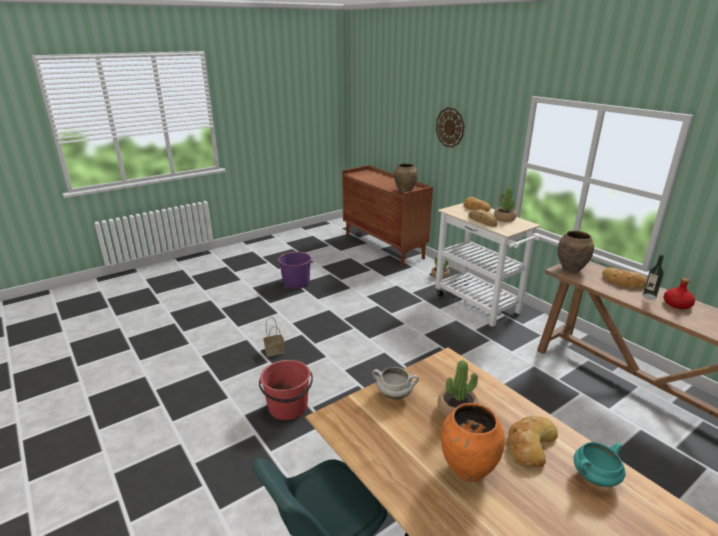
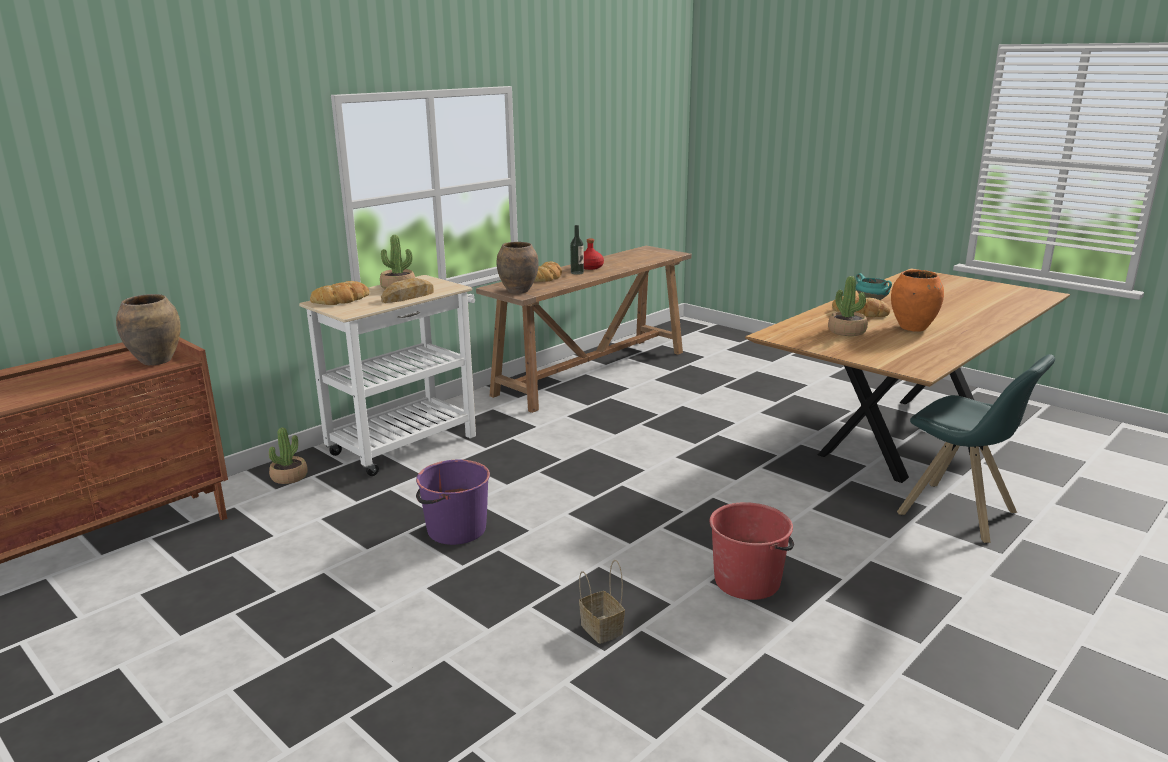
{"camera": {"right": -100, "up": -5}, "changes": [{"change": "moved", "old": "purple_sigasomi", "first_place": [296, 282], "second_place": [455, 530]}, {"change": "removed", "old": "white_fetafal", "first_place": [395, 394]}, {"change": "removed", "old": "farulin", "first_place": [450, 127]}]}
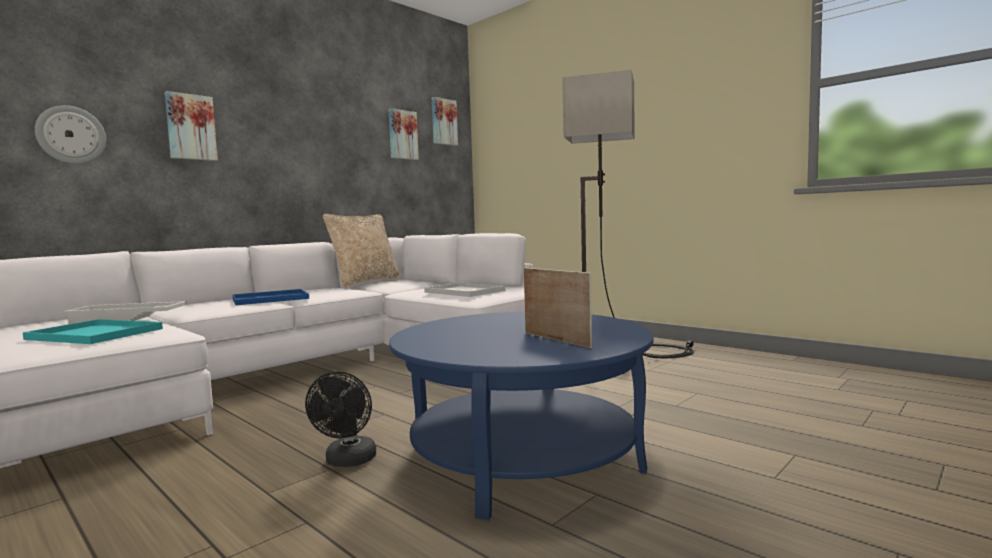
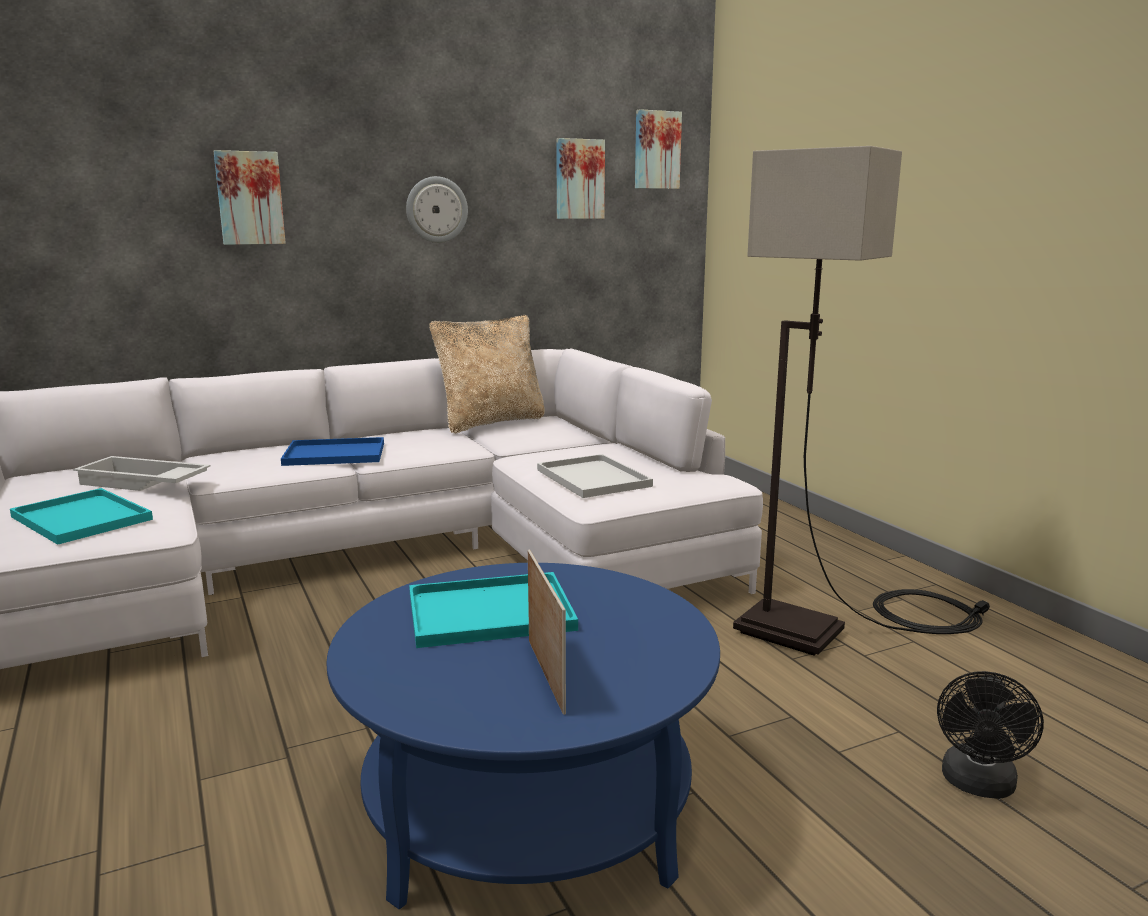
{"camera": {"right": 20, "up": 10}, "changes": [{"change": "moved", "old": "farulin", "first_place": [71, 135], "second_place": [436, 209]}, {"change": "added", "new": "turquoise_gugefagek", "second_place": [493, 611]}, {"change": "moved", "old": "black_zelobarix", "first_place": [348, 461], "second_place": [978, 785]}]}
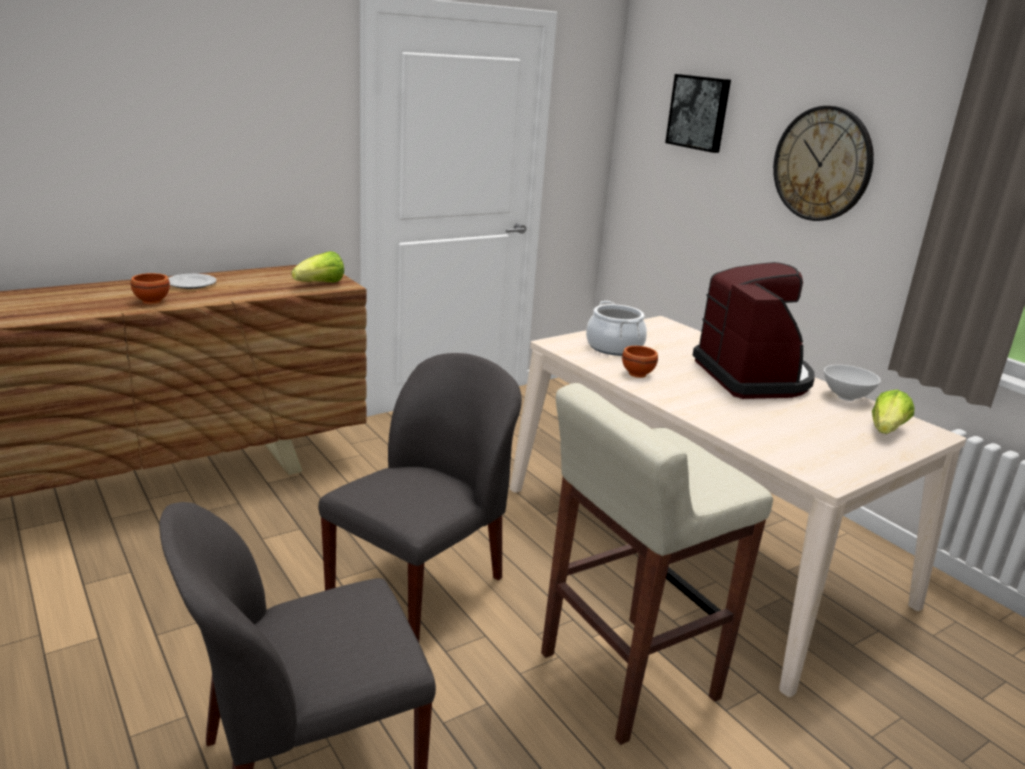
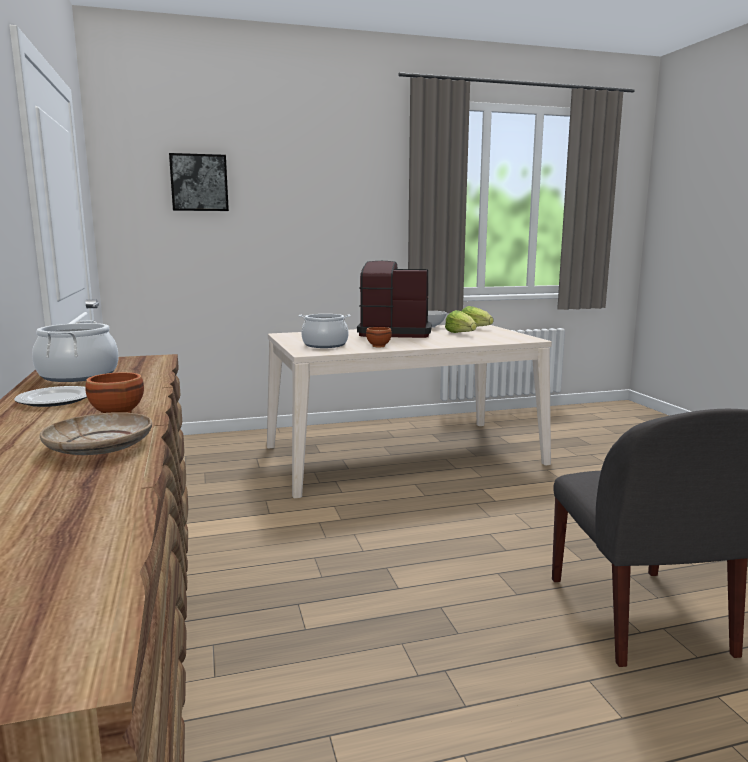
{"camera": {"right": -70, "up": -10}, "changes": [{"change": "added", "new": "fetafal", "second_place": [78, 375]}, {"change": "added", "new": "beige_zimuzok", "second_place": [99, 446]}, {"change": "moved", "old": "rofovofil", "first_place": [321, 284], "second_place": [460, 334]}, {"change": "removed", "old": "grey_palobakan", "first_place": [420, 587]}, {"change": "removed", "old": "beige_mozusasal", "first_place": [625, 677]}, {"change": "removed", "old": "farulin", "first_place": [822, 164]}]}
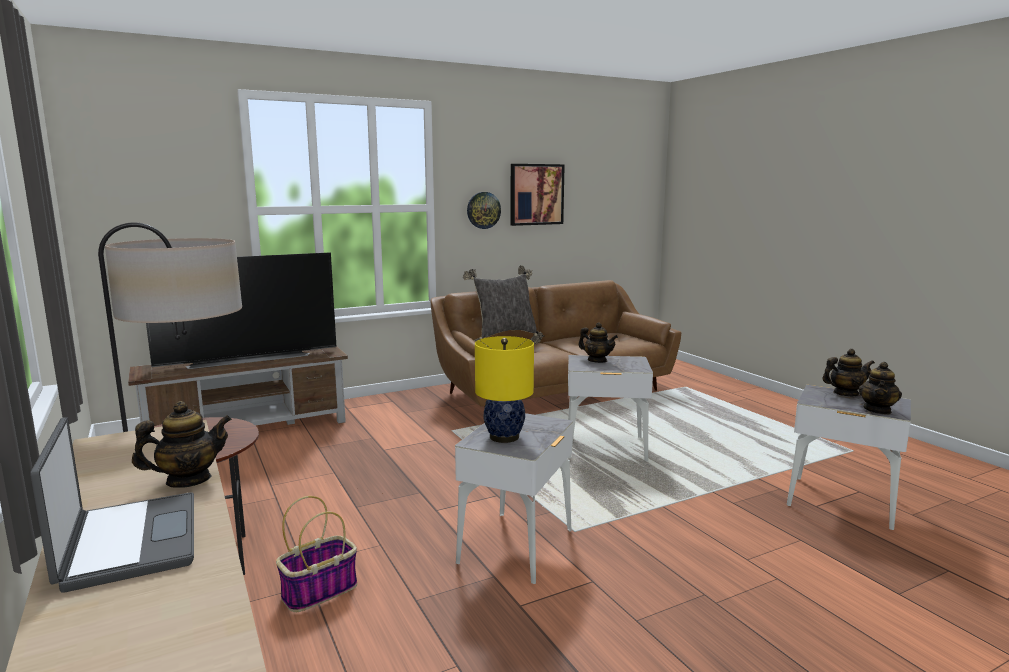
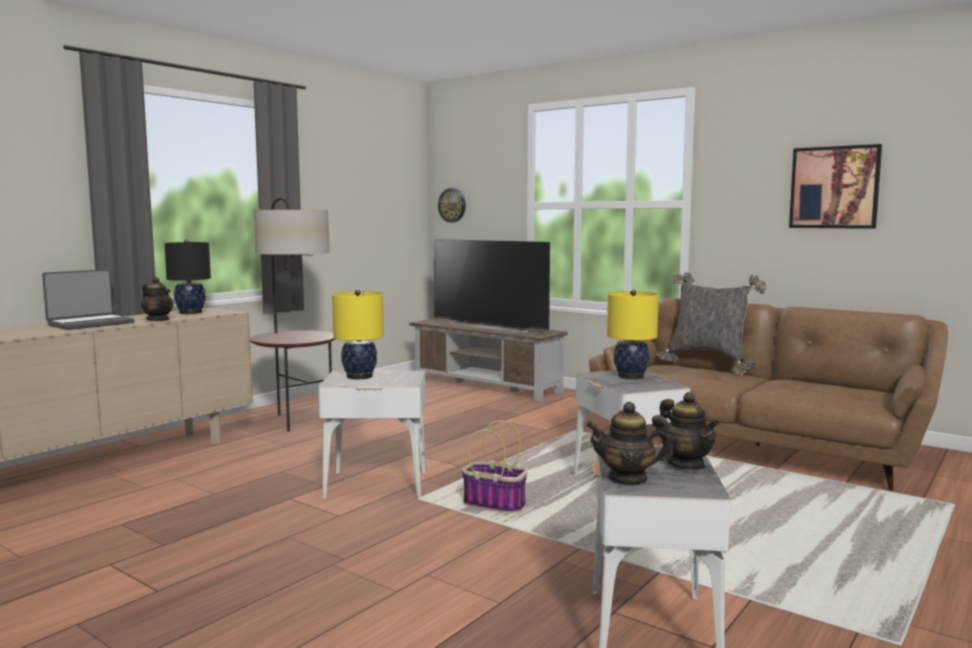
{"camera": {"right": 65, "up": -5}, "changes": [{"change": "added", "new": "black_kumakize", "second_place": [190, 312]}, {"change": "moved", "old": "farulin", "first_place": [483, 210], "second_place": [452, 205]}, {"change": "moved", "old": "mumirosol", "first_place": [320, 591], "second_place": [496, 504]}, {"change": "replaced", "old": "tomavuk", "new": "yellow_kumakize", "first_place": [597, 361], "second_place": [631, 376]}]}
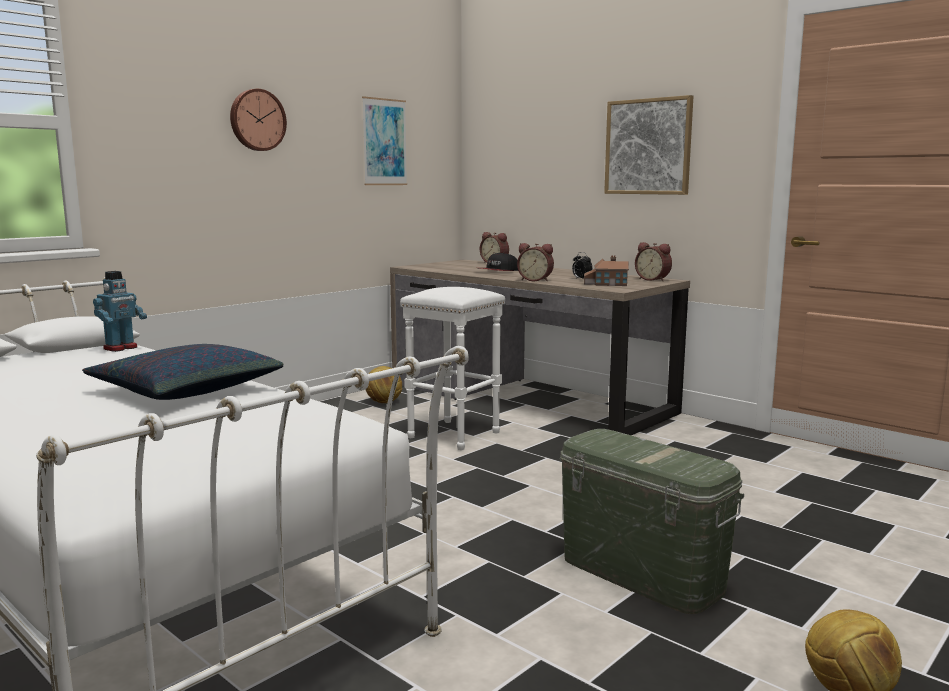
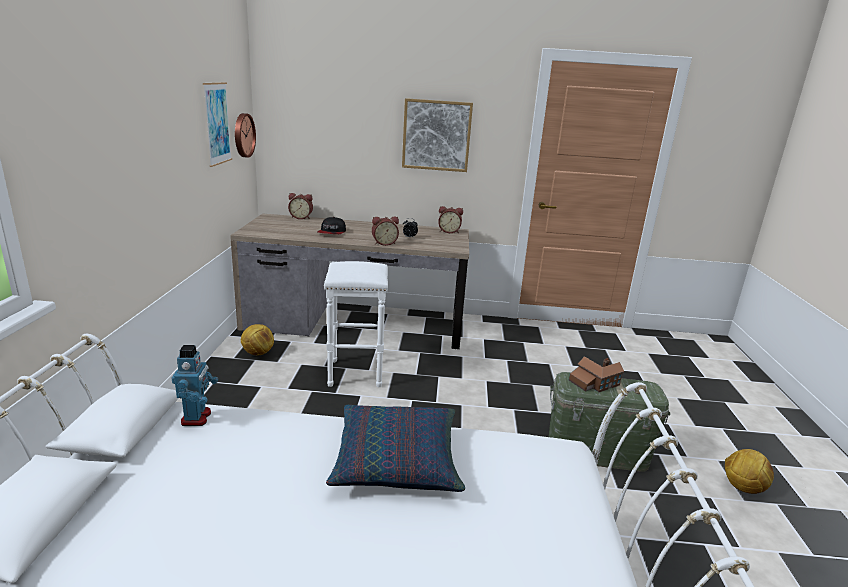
{"camera": {"right": -40, "up": 10}, "changes": [{"change": "moved", "old": "farulin", "first_place": [257, 120], "second_place": [243, 135]}, {"change": "moved", "old": "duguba", "first_place": [604, 283], "second_place": [594, 383]}]}
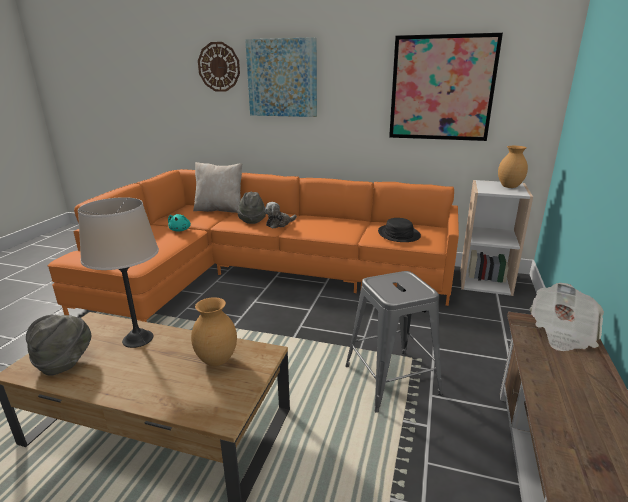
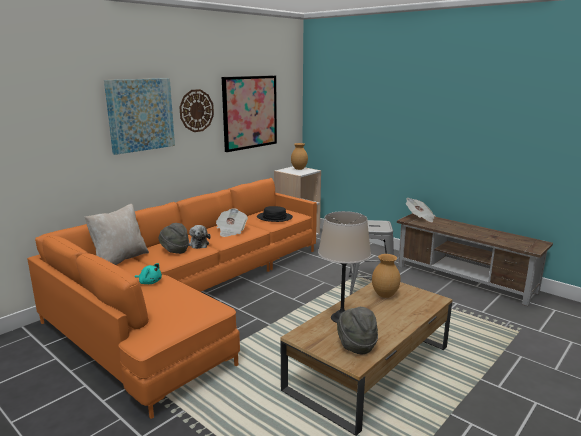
{"camera": {"right": -65, "up": -5}, "changes": [{"change": "moved", "old": "farulin", "first_place": [219, 67], "second_place": [196, 110]}, {"change": "added", "new": "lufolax", "second_place": [231, 231]}]}
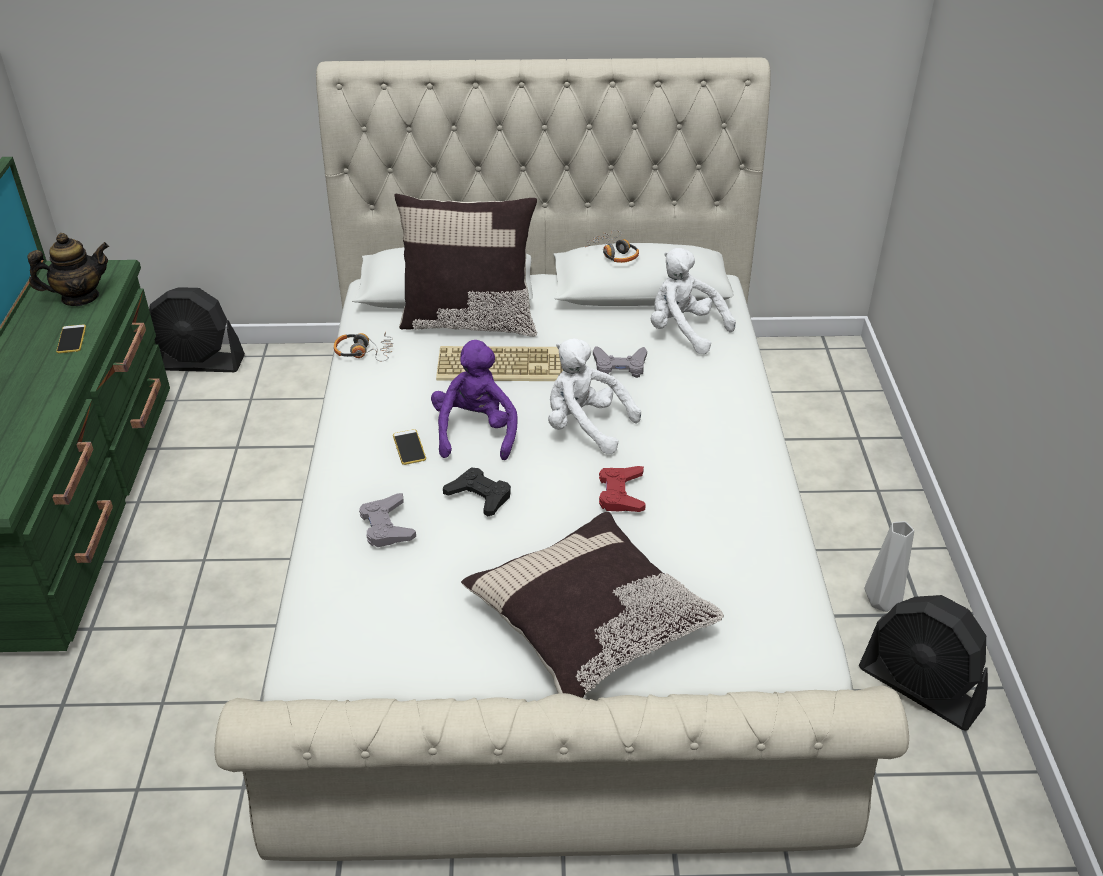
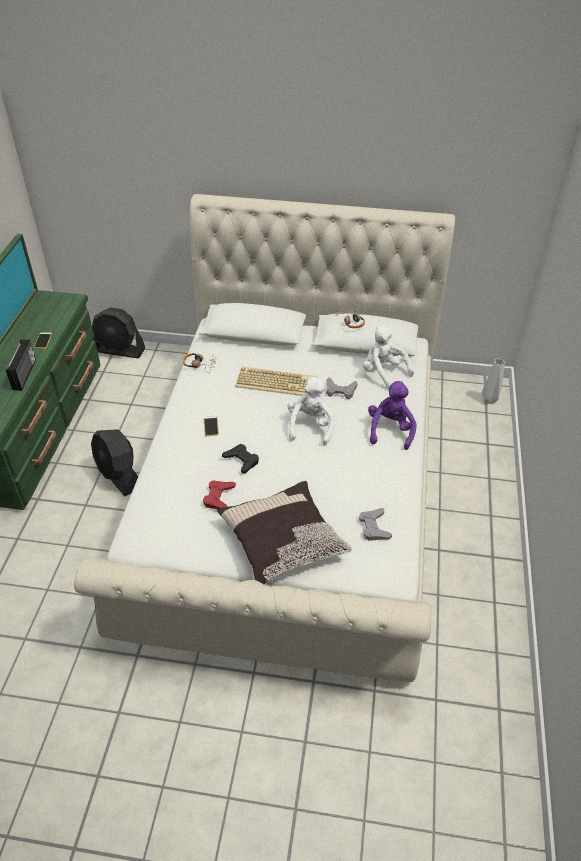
{"camera": {"right": 10, "up": 5}, "changes": [{"change": "added", "new": "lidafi", "second_place": [25, 374]}, {"change": "moved", "old": "black_zelobarix", "first_place": [920, 688], "second_place": [119, 475]}, {"change": "moved", "old": "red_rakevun", "first_place": [621, 494], "second_place": [219, 497]}, {"change": "turned", "old": "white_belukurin", "first_place": [585, 426], "second_place": [310, 426], "degrees": 60}, {"change": "moved", "old": "grey_rakevun", "first_place": [387, 526], "second_place": [374, 527]}, {"change": "moved", "old": "purple_belukurin", "first_place": [475, 432], "second_place": [390, 430]}, {"change": "moved", "old": "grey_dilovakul", "first_place": [881, 601], "second_place": [489, 399]}, {"change": "removed", "old": "tomavuk", "first_place": [80, 297]}, {"change": "removed", "old": "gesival", "first_place": [470, 322]}]}
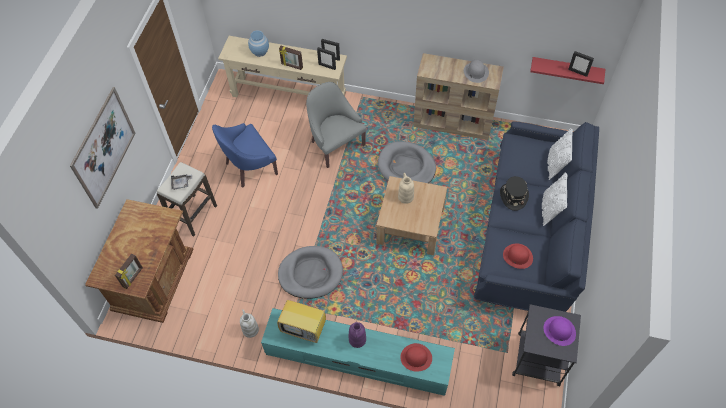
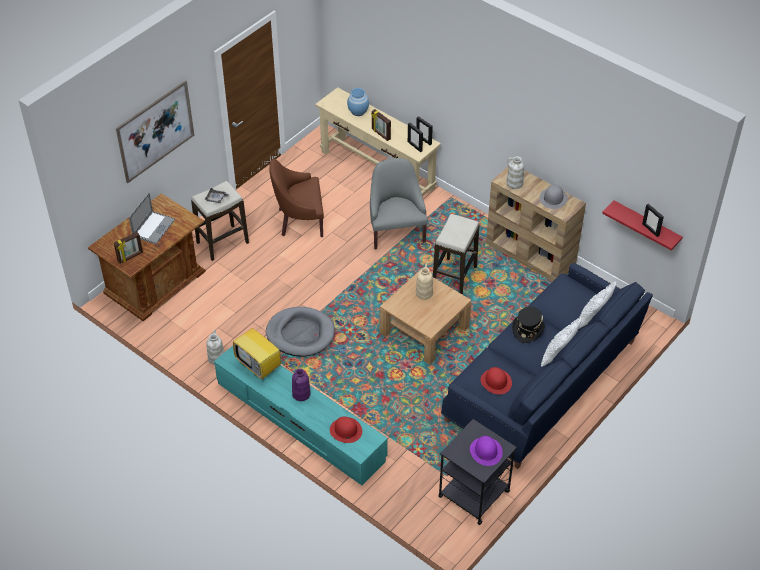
{"camera": {"right": 25, "up": -10}, "changes": [{"change": "added", "new": "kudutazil", "second_place": [154, 228]}, {"change": "recoloured", "old": "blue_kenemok", "new": "brown_kenemok", "first_place": [249, 167], "second_place": [299, 220]}, {"change": "replaced", "old": "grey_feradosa", "new": "mozusasal", "first_place": [406, 167], "second_place": [454, 277]}, {"change": "added", "new": "white_dilovakul", "second_place": [514, 183]}]}
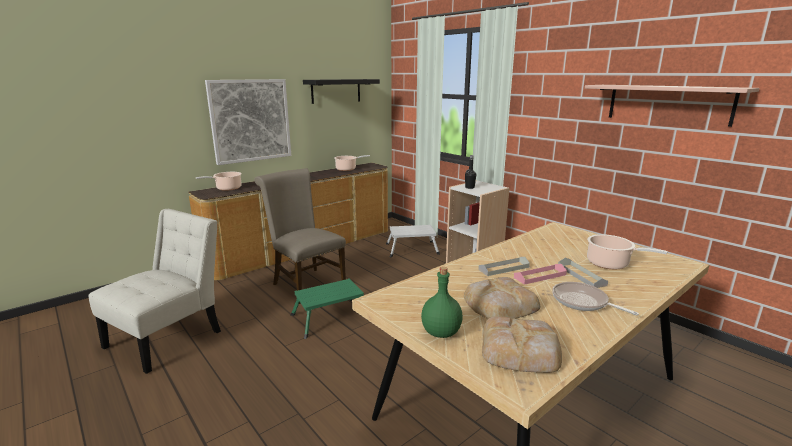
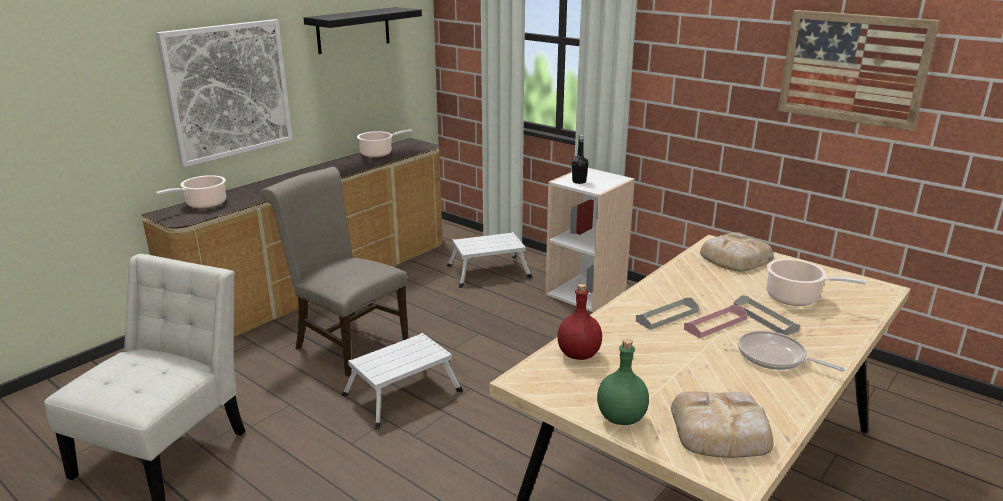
{"camera": {"right": -10, "up": 5}, "changes": [{"change": "recoloured", "old": "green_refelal", "new": "white_refelal", "first_place": [330, 317], "second_place": [403, 392]}, {"change": "added", "new": "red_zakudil", "second_place": [578, 354]}, {"change": "moved", "old": "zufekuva", "first_place": [498, 304], "second_place": [734, 258]}, {"change": "replaced", "old": "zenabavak", "new": "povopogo", "first_place": [668, 104], "second_place": [853, 68]}]}
